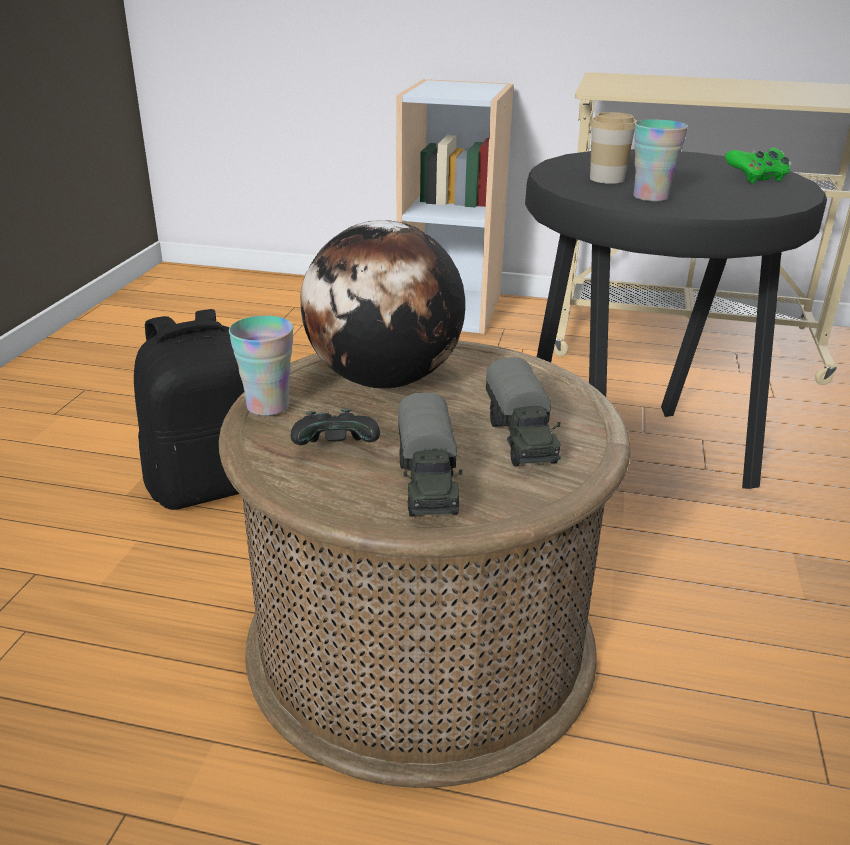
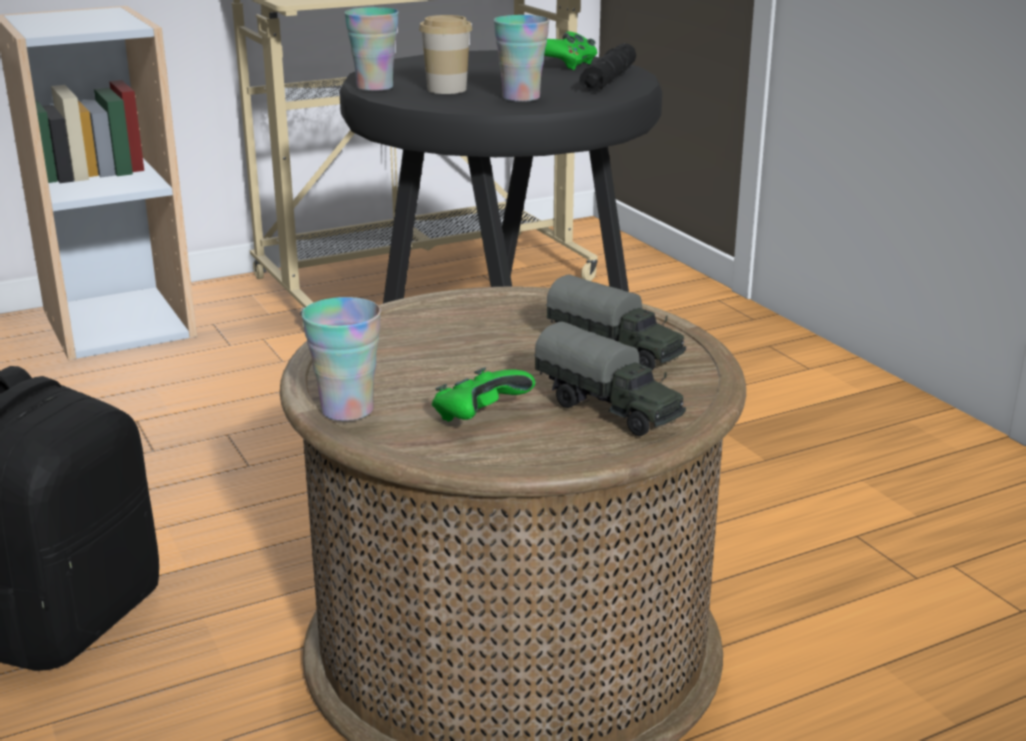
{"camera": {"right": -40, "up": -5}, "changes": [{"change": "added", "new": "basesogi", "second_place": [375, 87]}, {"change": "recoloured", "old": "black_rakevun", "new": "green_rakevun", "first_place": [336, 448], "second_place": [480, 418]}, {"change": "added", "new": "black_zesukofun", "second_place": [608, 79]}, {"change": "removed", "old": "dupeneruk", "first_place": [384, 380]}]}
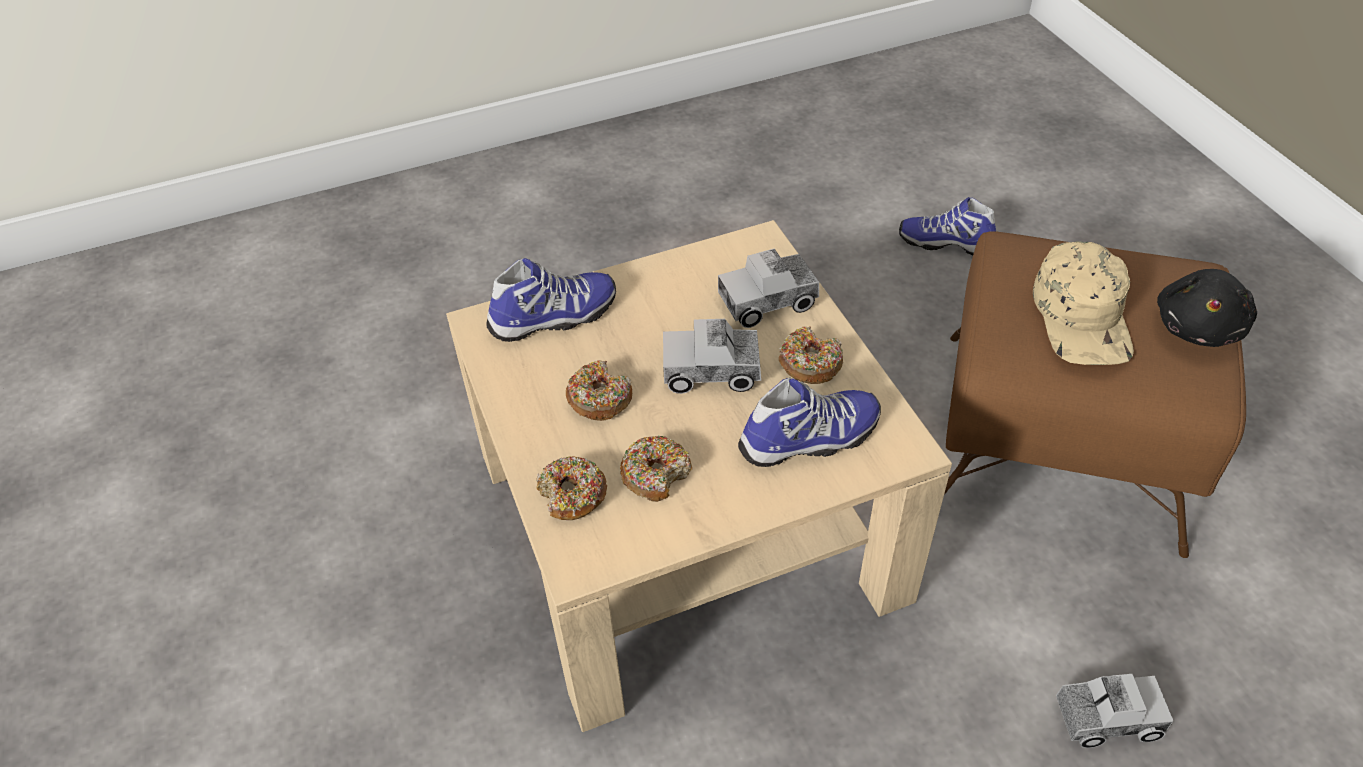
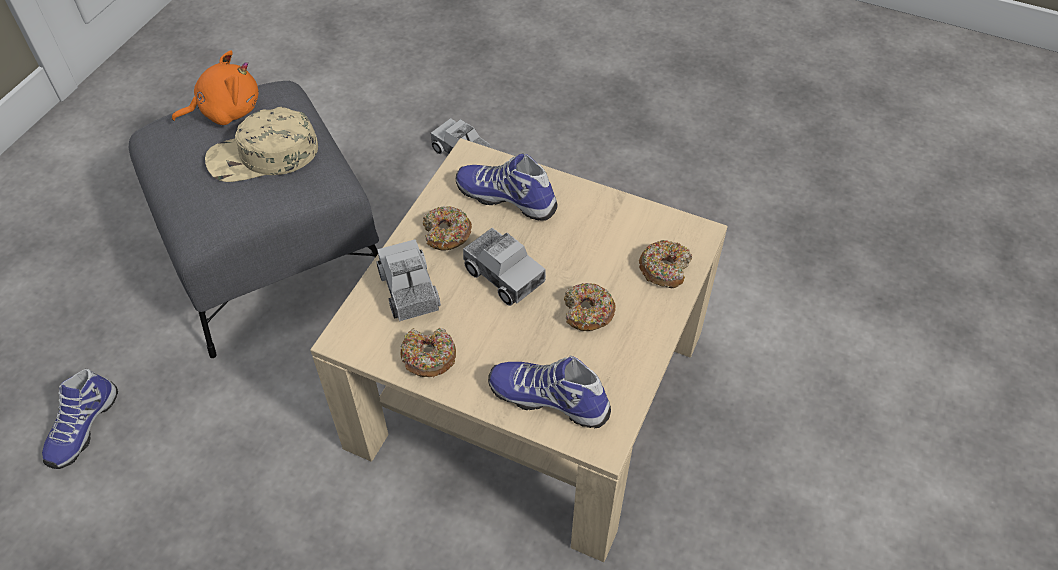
{"camera": {"right": -135, "up": 5}, "changes": [{"change": "turned", "old": "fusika", "first_place": [946, 242], "second_place": [82, 427], "degrees": 45}, {"change": "recoloured", "old": "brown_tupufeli", "new": "grey_tupufeli", "first_place": [1061, 438], "second_place": [273, 252]}, {"change": "recoloured", "old": "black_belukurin", "new": "orange_belukurin", "first_place": [1198, 327], "second_place": [226, 111]}, {"change": "turned", "old": "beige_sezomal", "first_place": [1083, 317], "second_place": [263, 156], "degrees": -150}, {"change": "turned", "old": "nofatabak", "first_place": [768, 301], "second_place": [409, 290], "degrees": -135}, {"change": "moved", "old": "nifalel", "first_place": [655, 474], "second_place": [428, 357]}]}
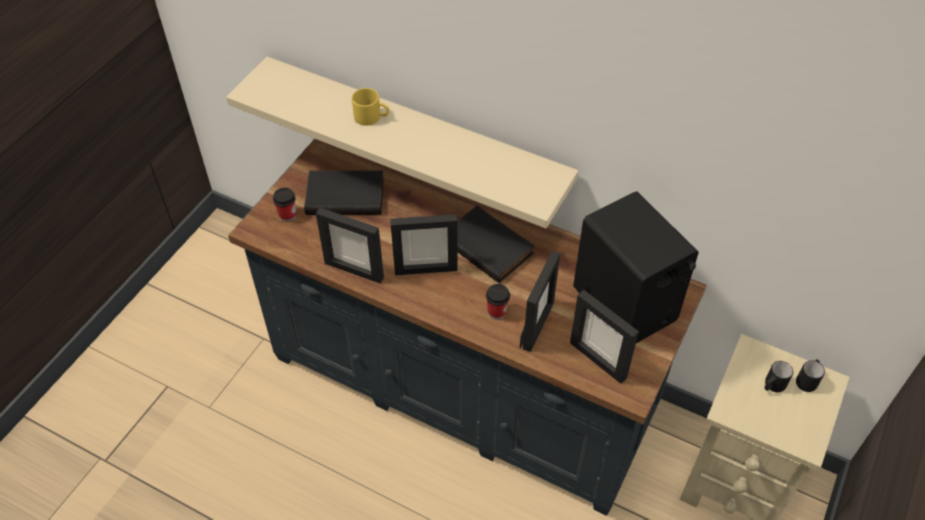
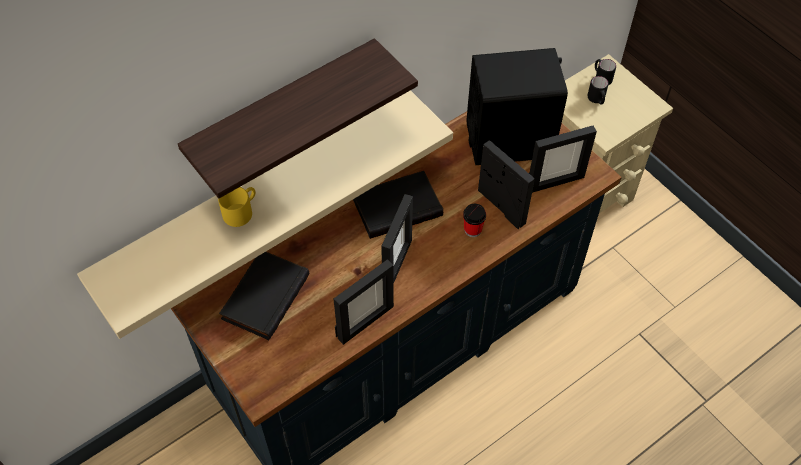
{"camera": {"right": -65, "up": 5}, "changes": [{"change": "added", "new": "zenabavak", "second_place": [283, 112]}, {"change": "removed", "old": "basesogi", "first_place": [287, 215]}]}
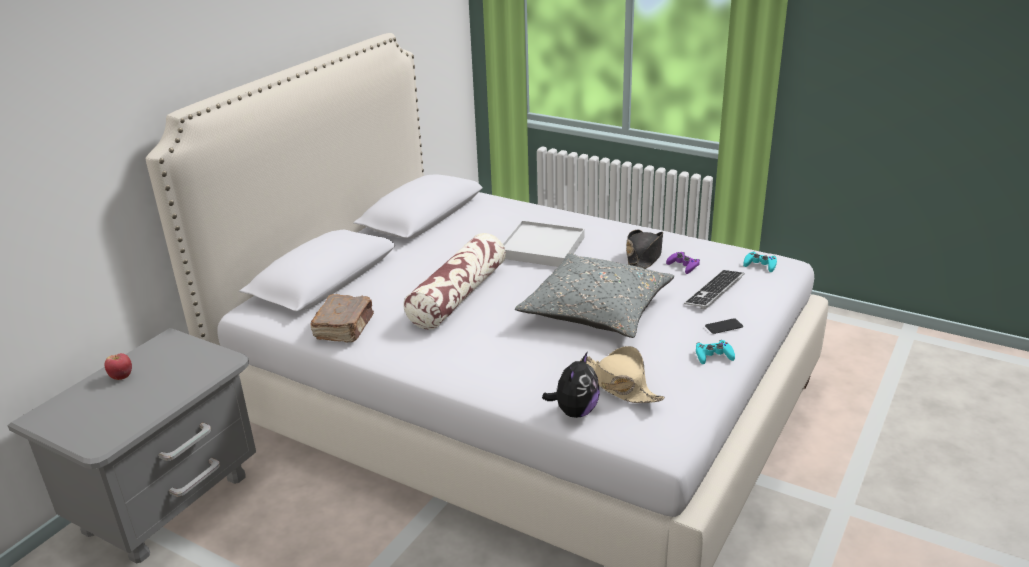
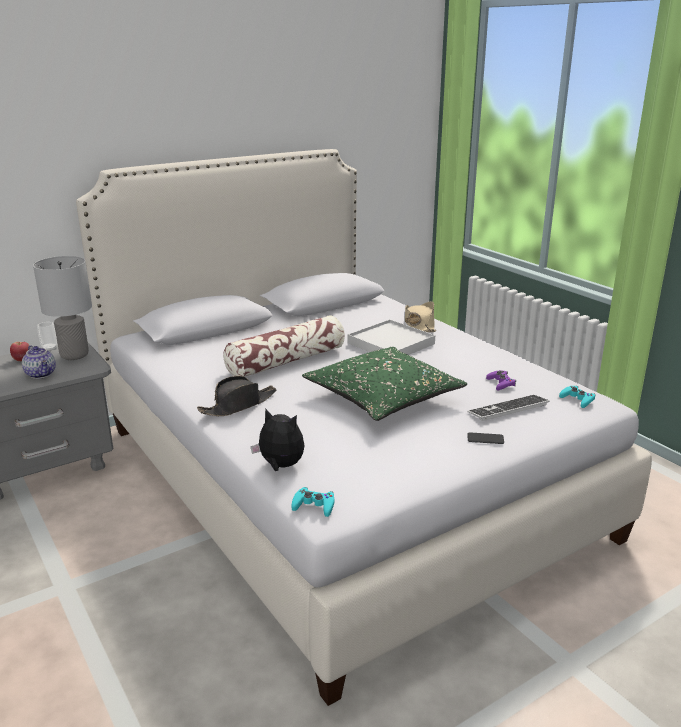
{"camera": {"right": 25, "up": -5}, "changes": [{"change": "added", "new": "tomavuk", "second_place": [41, 374]}, {"change": "added", "new": "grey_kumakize", "second_place": [74, 357]}, {"change": "added", "new": "basesogi", "second_place": [49, 349]}, {"change": "moved", "old": "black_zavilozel", "first_place": [644, 256], "second_place": [238, 405]}, {"change": "turned", "old": "belukurin", "first_place": [575, 411], "second_place": [280, 466], "degrees": -120}, {"change": "moved", "old": "turquoise_rakevun", "first_place": [713, 355], "second_place": [314, 505]}, {"change": "recoloured", "old": "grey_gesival", "new": "green_gesival", "first_place": [597, 311], "second_place": [384, 398]}, {"change": "moved", "old": "beige_zavilozel", "first_place": [619, 385], "second_place": [419, 325]}, {"change": "removed", "old": "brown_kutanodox", "first_place": [345, 328]}]}
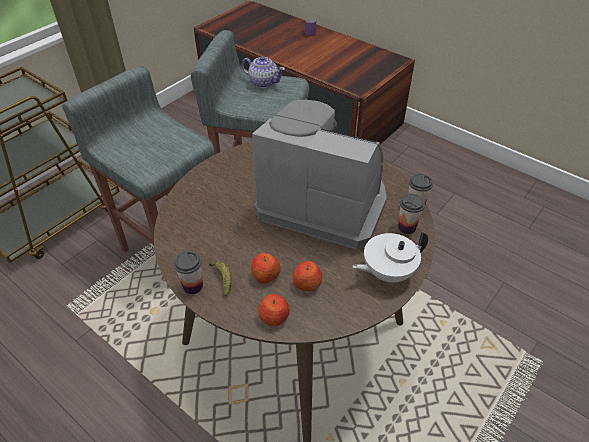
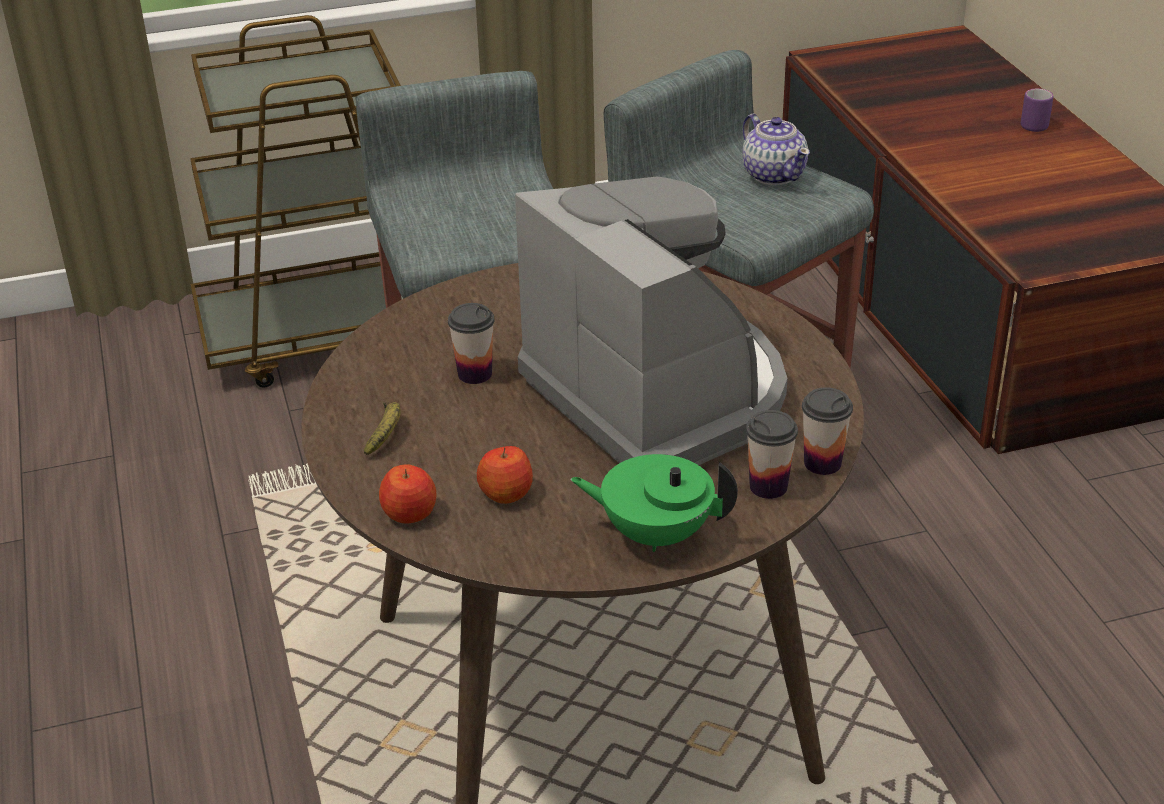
{"camera": {"right": 35, "up": -10}, "changes": [{"change": "moved", "old": "basesogi", "first_place": [193, 286], "second_place": [475, 374]}, {"change": "recoloured", "old": "white_tomavuk", "new": "green_tomavuk", "first_place": [387, 272], "second_place": [655, 533]}, {"change": "removed", "old": "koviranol", "first_place": [266, 275]}]}
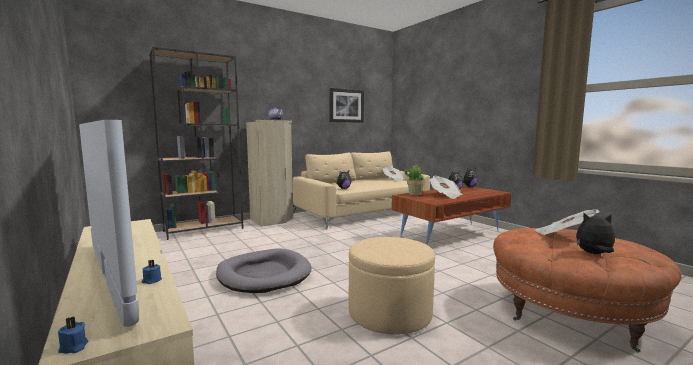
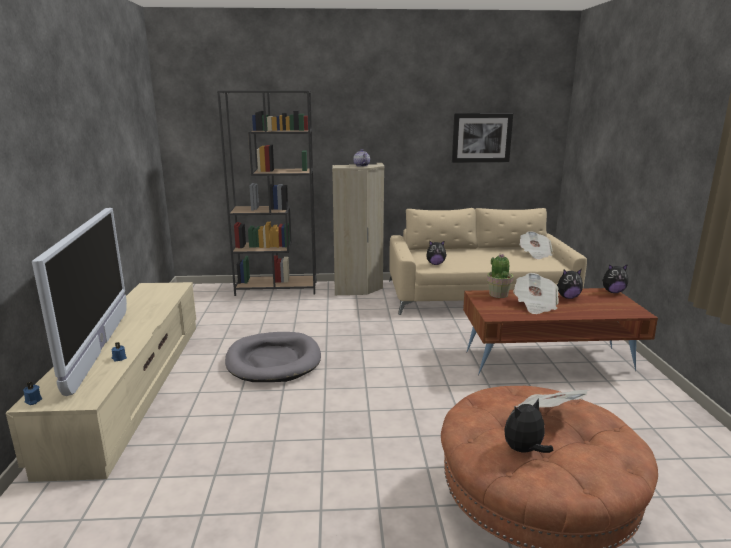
{"camera": {"right": 30, "up": 10}, "changes": [{"change": "turned", "old": "belukurin", "first_place": [594, 254], "second_place": [524, 451], "degrees": -75}, {"change": "removed", "old": "beige_tupufeli", "first_place": [389, 313]}]}
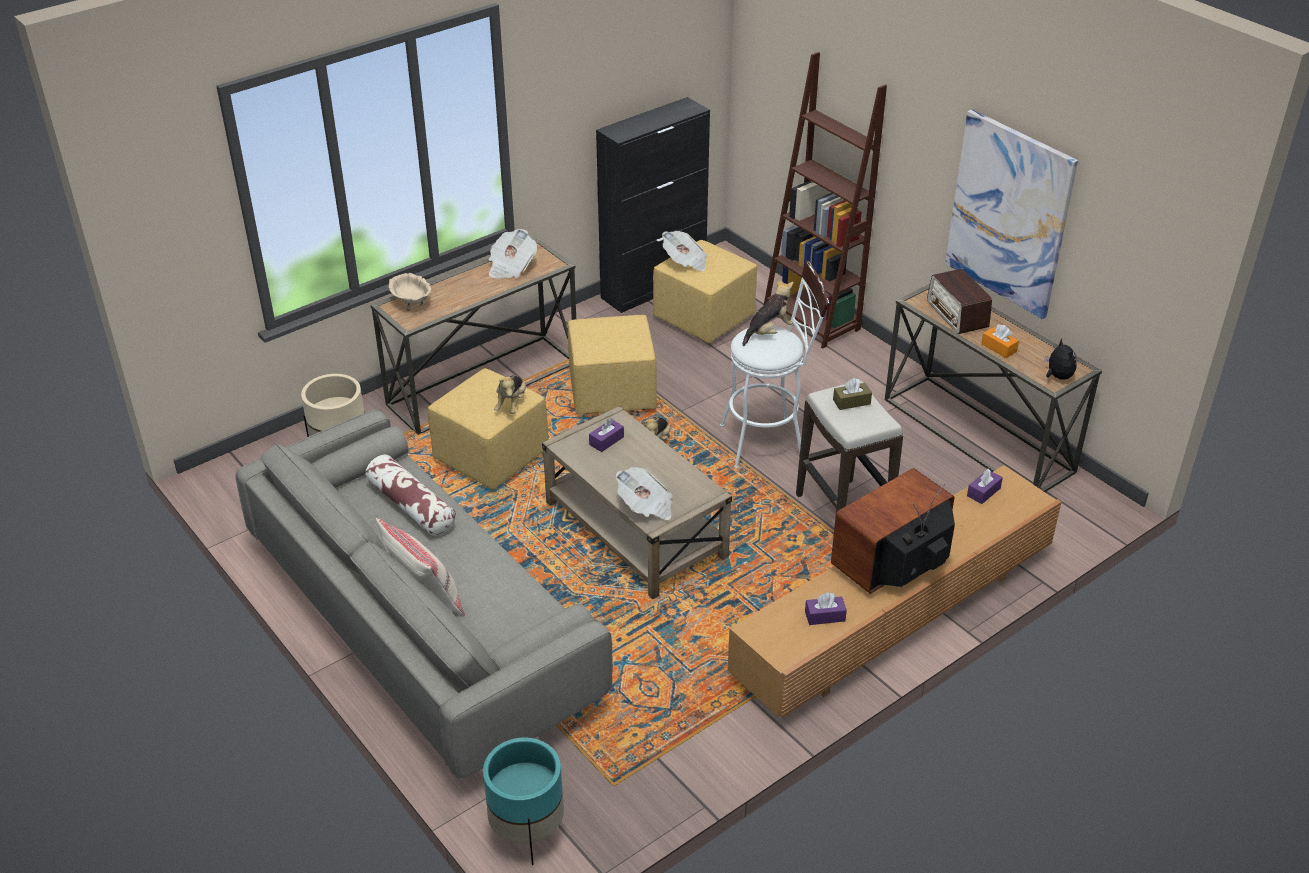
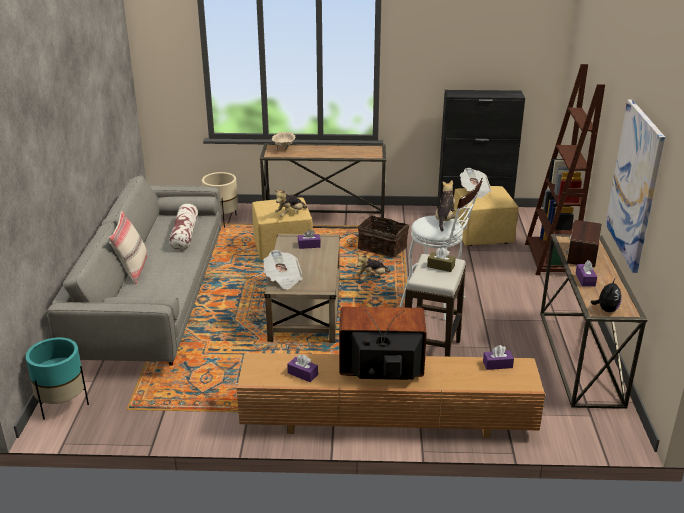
{"camera": {"right": 40, "up": -10}, "changes": [{"change": "replaced", "old": "yellow_tupufeli", "new": "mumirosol", "first_place": [612, 392], "second_place": [383, 247]}, {"change": "turned", "old": "belukurin", "first_place": [768, 332], "second_place": [445, 220], "degrees": -75}, {"change": "recoloured", "old": "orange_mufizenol", "new": "purple_mufizenol", "first_place": [999, 348], "second_place": [585, 280]}, {"change": "removed", "old": "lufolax", "first_place": [511, 267]}]}
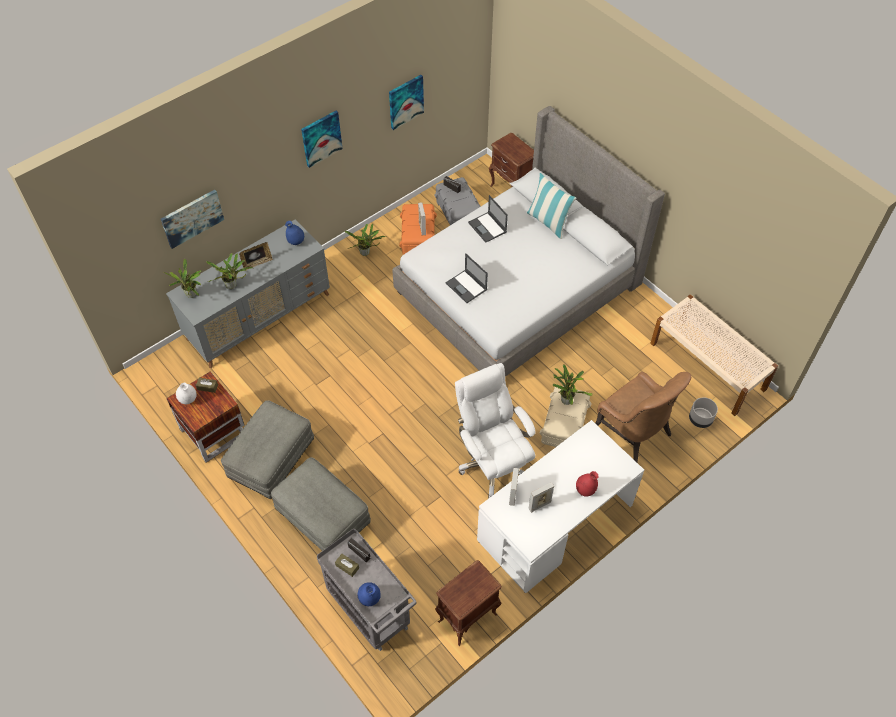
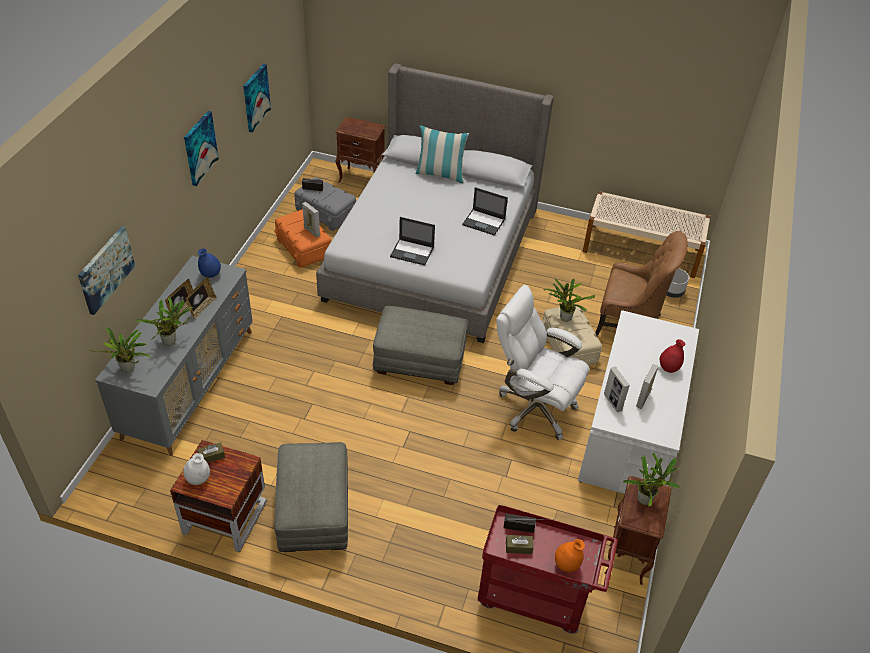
{"camera": {"right": -35, "up": -10}, "changes": [{"change": "added", "new": "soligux", "second_place": [202, 307]}, {"change": "moved", "old": "grey_tupufeli", "first_place": [322, 518], "second_place": [419, 362]}, {"change": "moved", "old": "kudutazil", "first_place": [487, 227], "second_place": [484, 222]}, {"change": "recoloured", "old": "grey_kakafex", "new": "red_kakafex", "first_place": [371, 613], "second_place": [536, 603]}, {"change": "recoloured", "old": "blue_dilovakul", "new": "orange_dilovakul", "first_place": [369, 599], "second_place": [566, 565]}, {"change": "moved", "old": "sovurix", "first_place": [366, 253], "second_place": [646, 499]}]}
